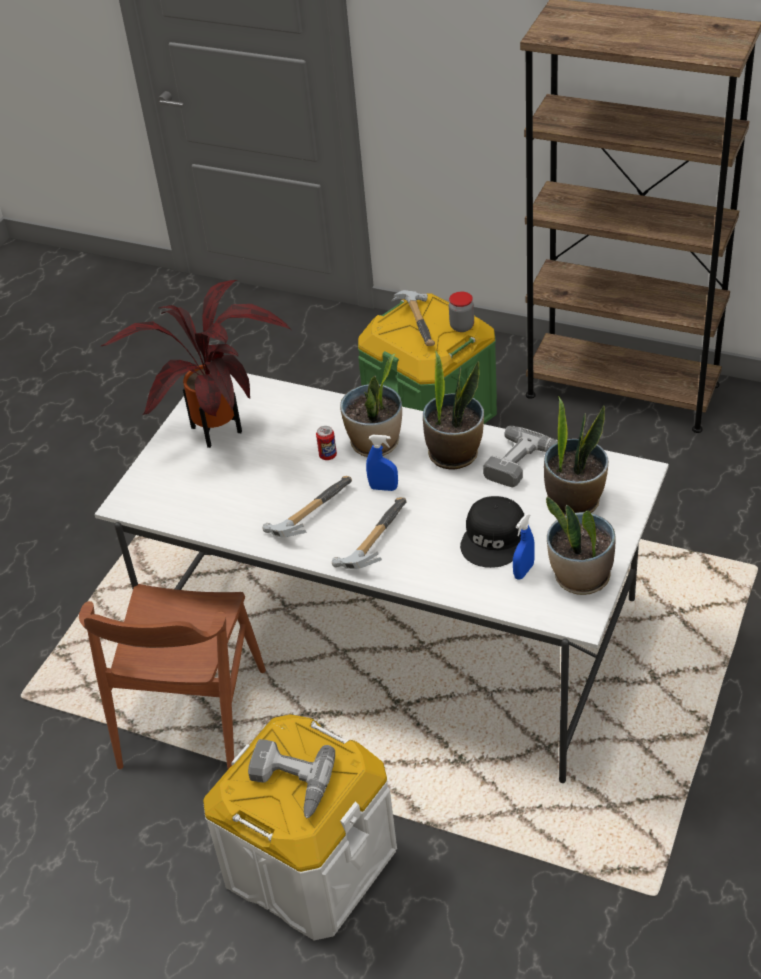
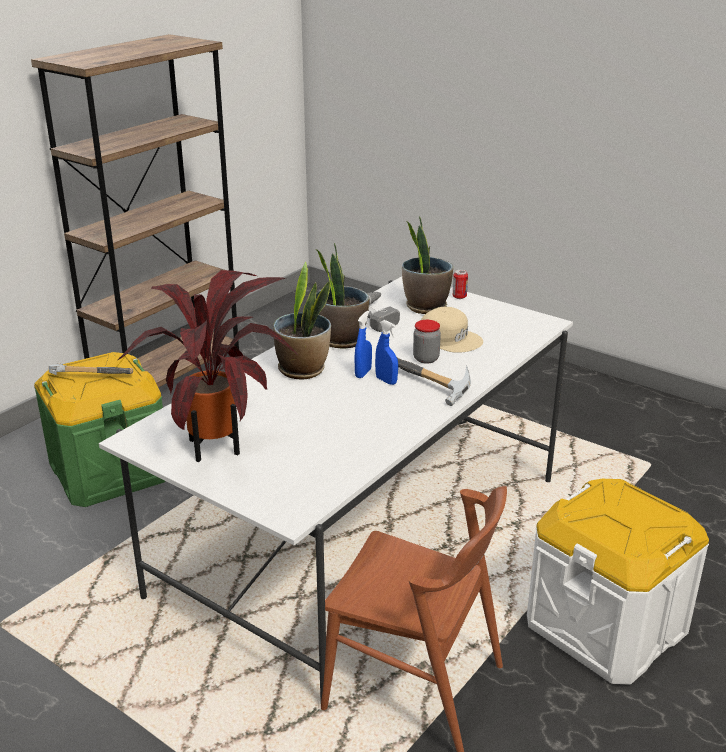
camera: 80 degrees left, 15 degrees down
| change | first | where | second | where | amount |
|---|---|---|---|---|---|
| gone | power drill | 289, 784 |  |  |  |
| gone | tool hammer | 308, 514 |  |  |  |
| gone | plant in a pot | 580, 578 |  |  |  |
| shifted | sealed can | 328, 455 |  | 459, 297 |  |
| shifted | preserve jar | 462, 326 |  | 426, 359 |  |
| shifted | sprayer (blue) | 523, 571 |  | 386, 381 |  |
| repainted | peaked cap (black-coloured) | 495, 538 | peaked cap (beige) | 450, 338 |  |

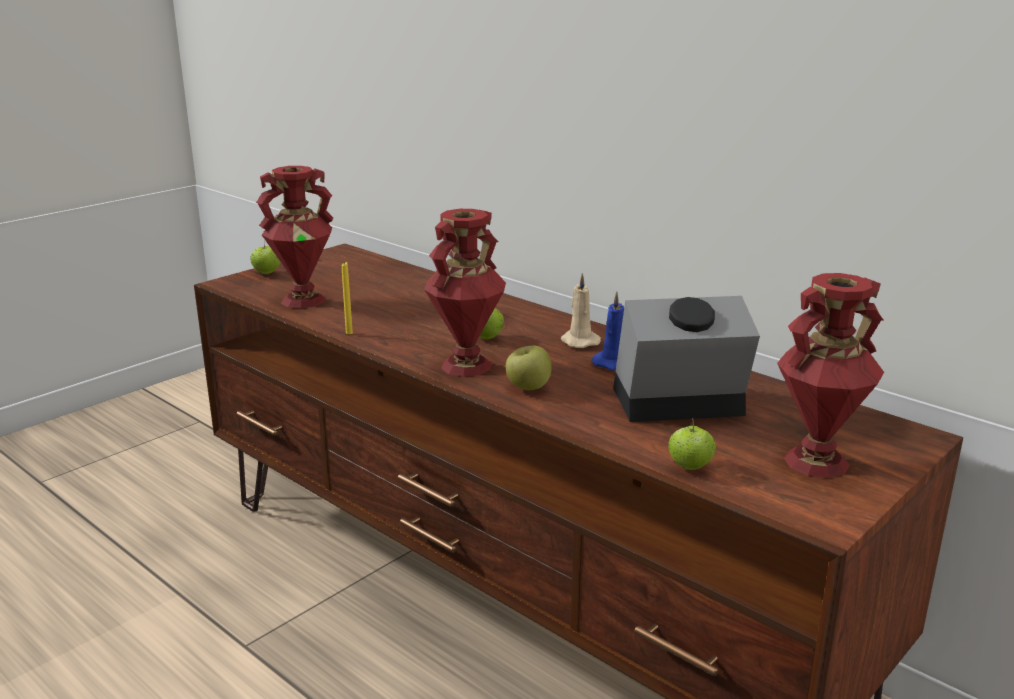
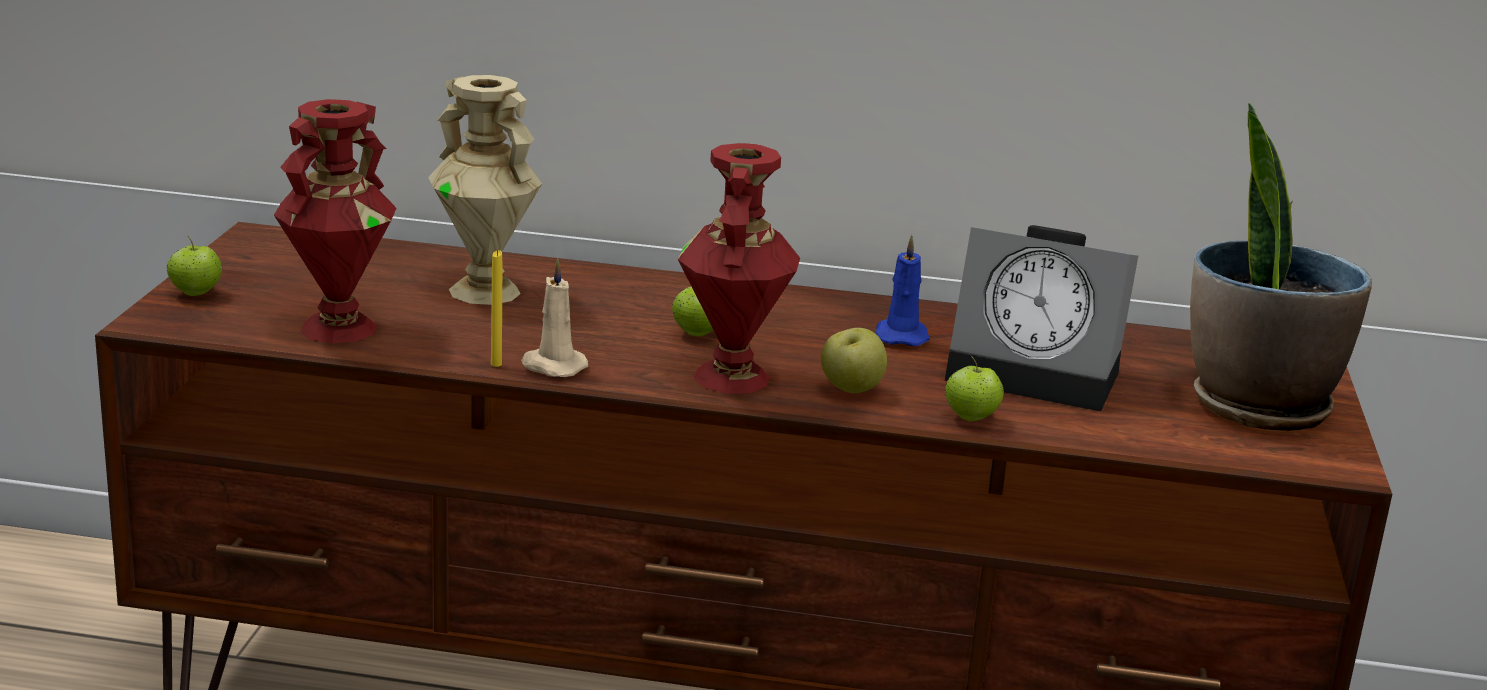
camera: 35 degrees left, 0 degrees up
| change | first | where | second | where | amount |
|---|---|---|---|---|---|
| new |  |  | vase (beige) | 486, 291 |  |
| shifted | wax light (beige) | 579, 341 |  | 552, 366 |  |
| shifted | whole apple | 690, 467 |  | 971, 418 |  |
| swapped | vase (reddish) | 817, 462 | plant in a pot | 1256, 405 |  |
| rotated | bedside clock | 675, 405 |  | 1040, 374 | 120 degrees counterclockwise |

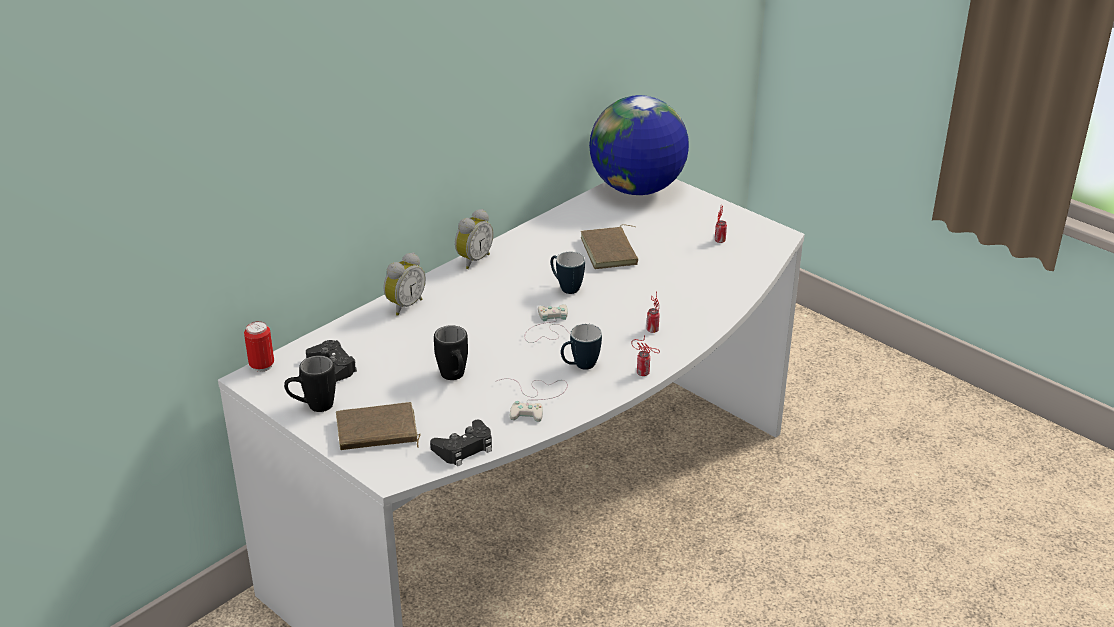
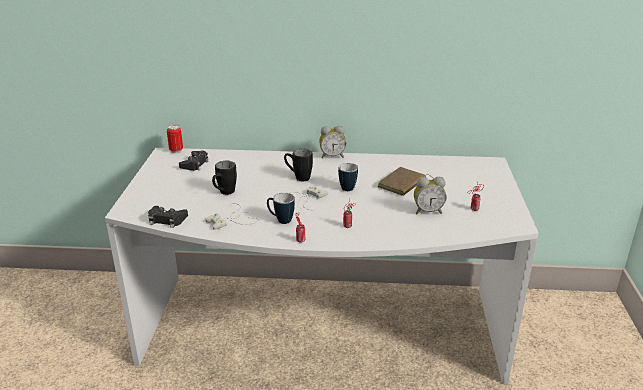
camera: 50 degrees right, 5 degrees down
| change | first | where | second | where | amount |
|---|---|---|---|---|---|
| gone | volume (brown-coloured) | 377, 433 |  |  |  |
| gone | globe | 637, 189 |  |  |  |
| shifted | mug (black-coloured) | 313, 407 |  | 298, 177 |  |
| shifted | bedside clock | 404, 305 |  | 427, 211 |  |

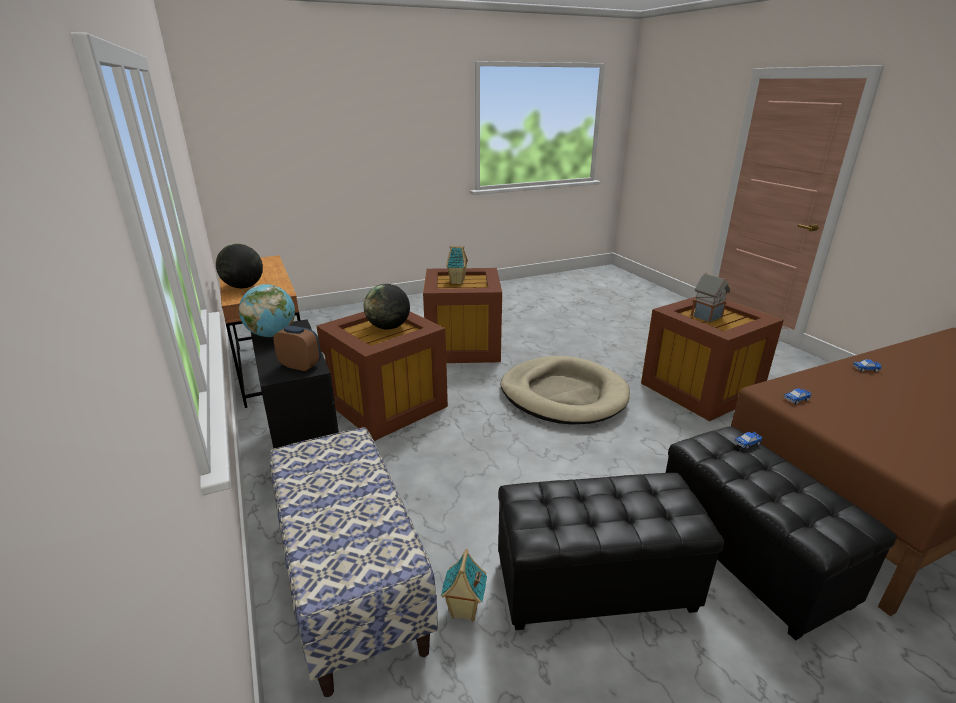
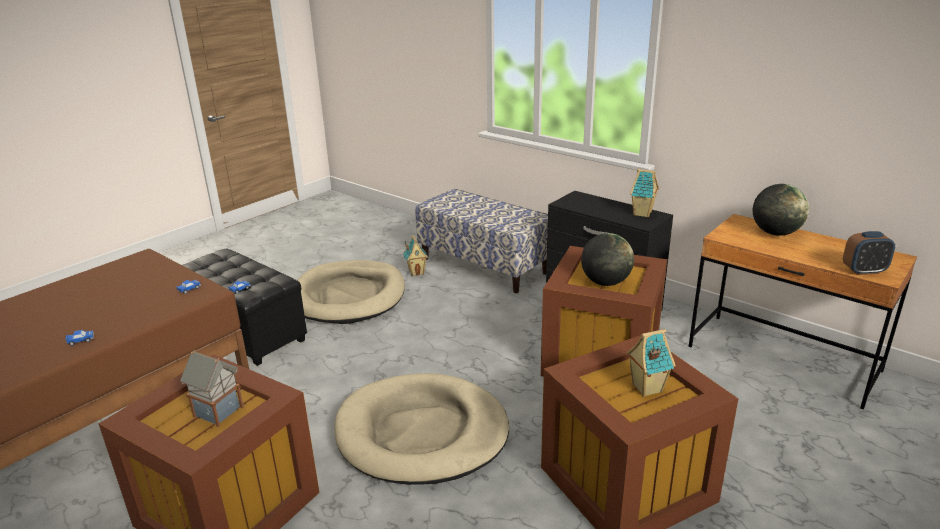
camera: 155 degrees right, 0 degrees up
| change | first | where | second | where | amount |
|---|---|---|---|---|---|
| shifted | bedside clock | 300, 366 |  | 864, 271 |  |
| swapped | globe | 272, 335 | toy house | 643, 214 |  |
| swapped | ottoman (black-coloured) | 594, 586 | pet bed (beige) | 349, 296 |  |

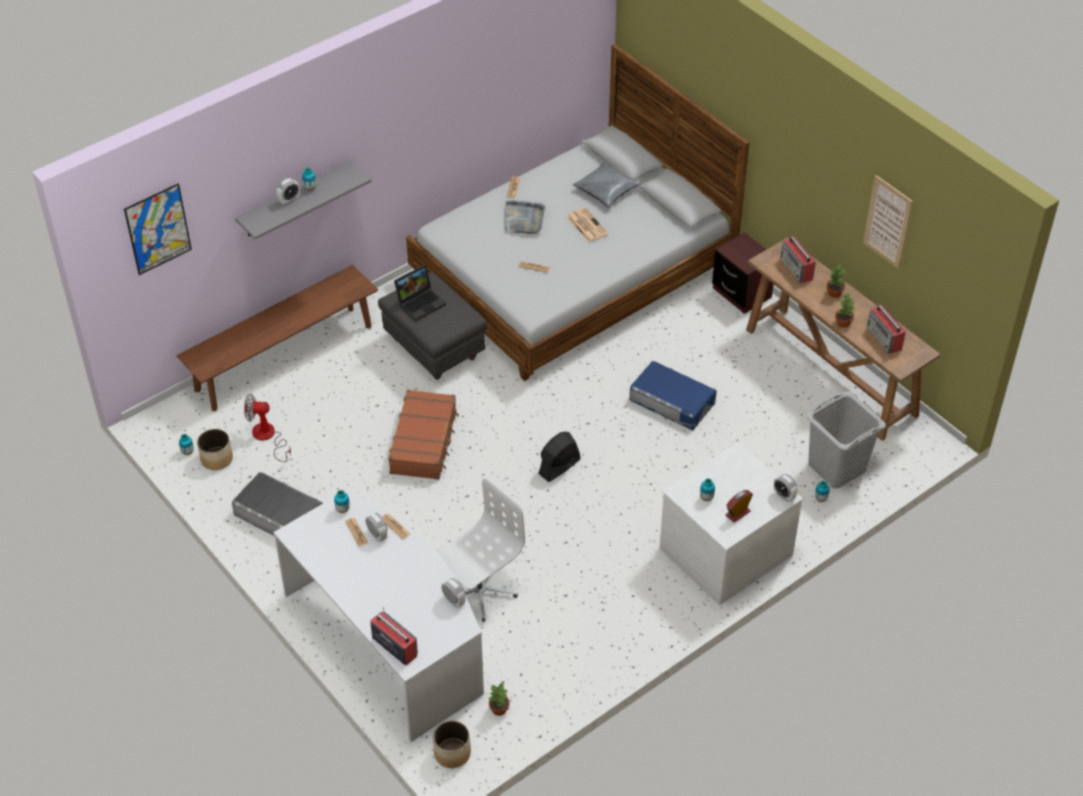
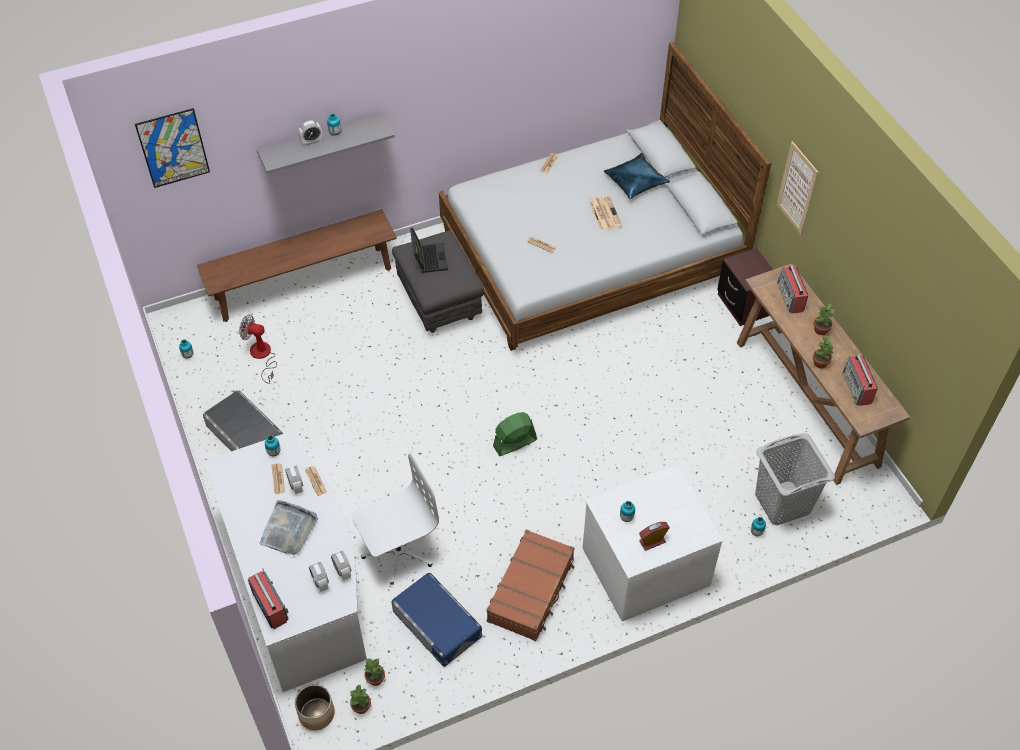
camera: 15 degrees right, 5 degrees up
| change | first | where | second | where | amount |
|---|---|---|---|---|---|
| gone | flower pot | 217, 458 |  |  |  |
| new |  |  | plant in a pot | 361, 707 |  |
| shifted | piece of luggage (brown-coloured) | 424, 442 |  | 531, 590 |  |
| shifted | tray (grey) | 524, 219 |  | 289, 530 |  |
| shifted | storage box (blue) | 672, 401 |  | 436, 623 |  |
| shifted | bedside clock | 784, 495 |  | 320, 582 |  |
| shifted | wall picture | 887, 222 |  | 797, 188 |  |
| repainted | fan (black-coloured) | 559, 467 | fan (greenish) | 514, 443 |  |
| repainted | cushion (grey) | 606, 189 | cushion (blue) | 635, 181 |  |
| rotated | portable computer | 421, 302 |  | 428, 258 | 75 degrees counterclockwise |

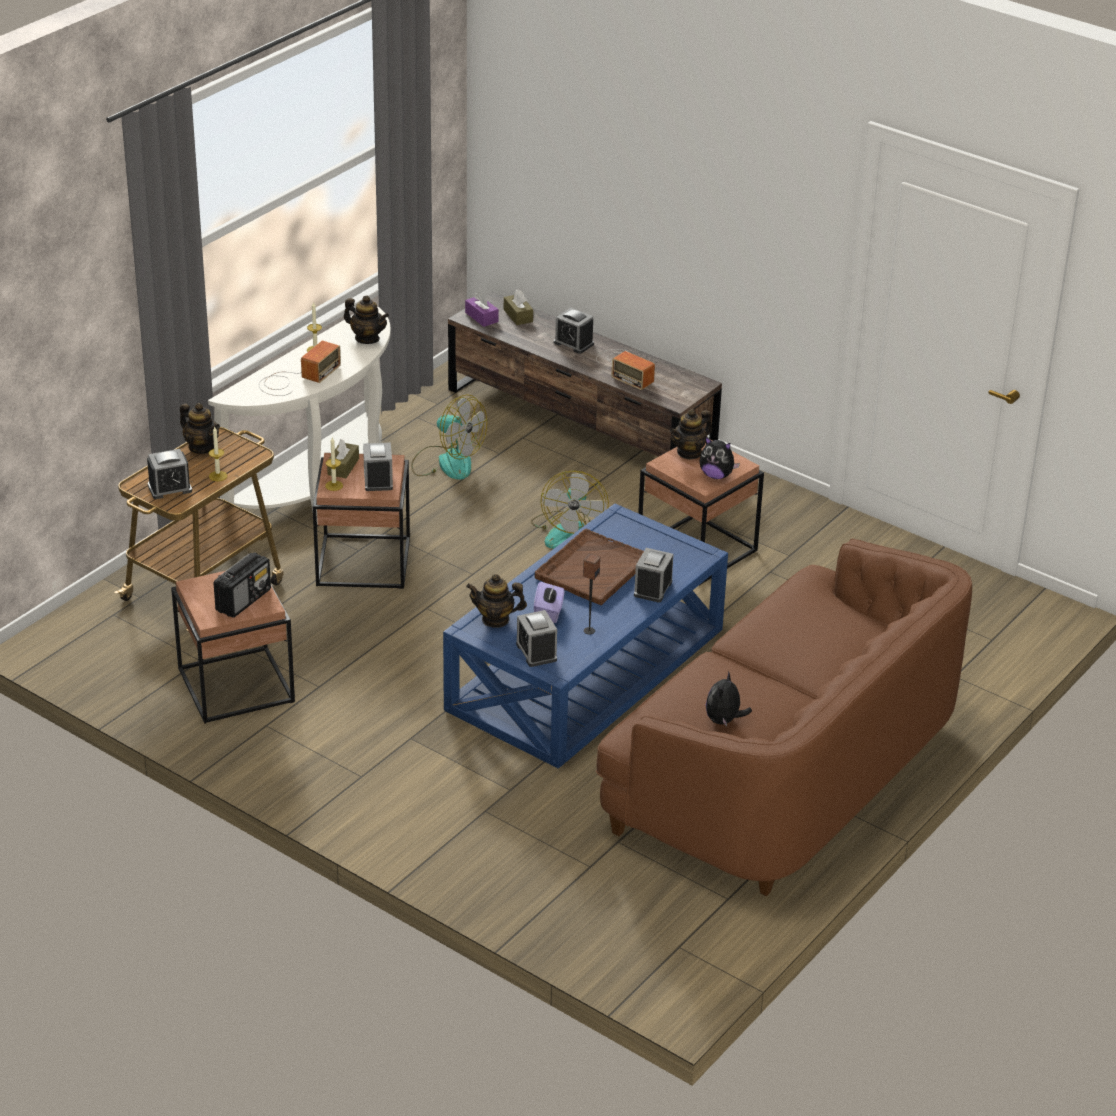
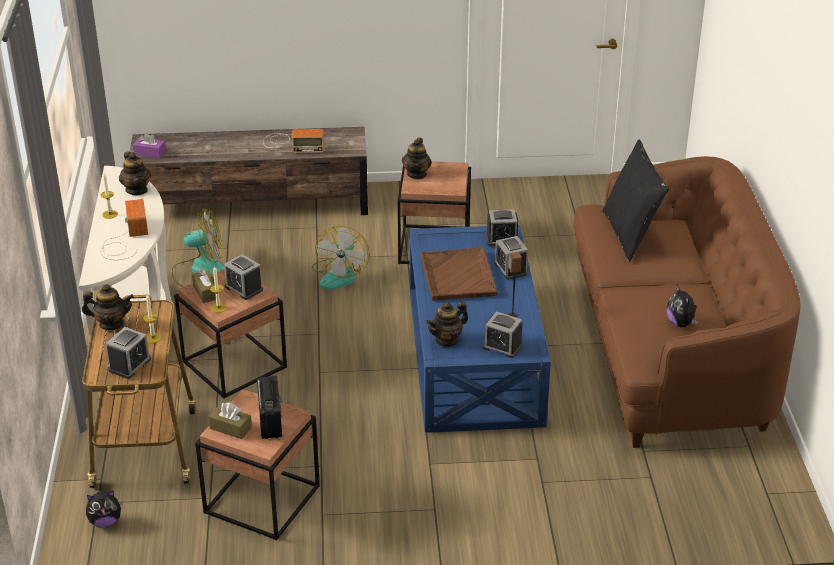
camera: 40 degrees left, 0 degrees up
| change | first | where | second | where | amount |
|---|---|---|---|---|---|
| gone | tissue box (purplish) | 549, 613 |  |  |  |
| new |  |  | cushion (black-coloured) | 630, 234 |  |
| shifted | tissue box (brown-coloured) | 518, 316 |  | 230, 428 |  |
| shifted | bedside clock | 573, 343 |  | 502, 239 |  |
| shifted | cuddly toy | 716, 475 |  | 105, 522 |  |
| rotated | tea pot | 367, 338 |  | 137, 190 | 75 degrees clockwise |
| rotated | fan | 567, 530 |  | 340, 274 | 45 degrees clockwise |

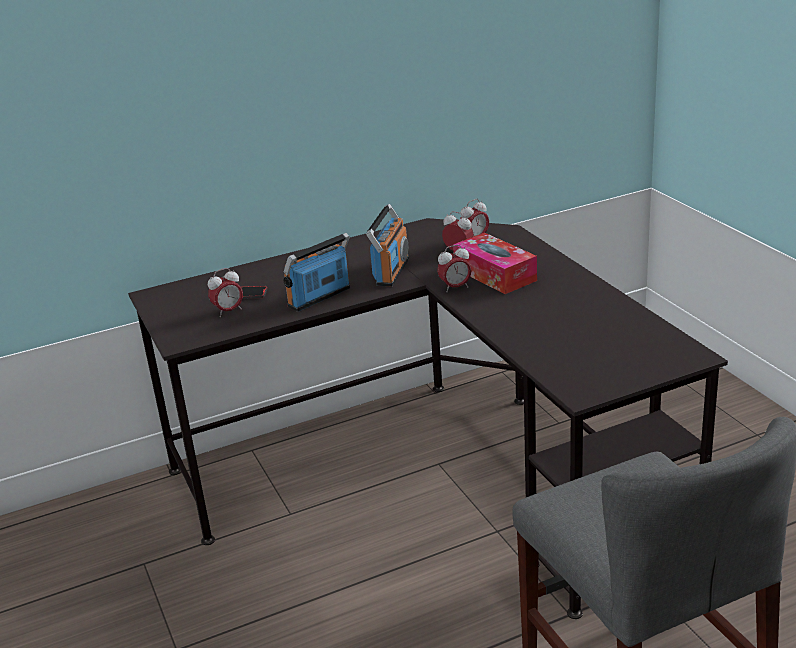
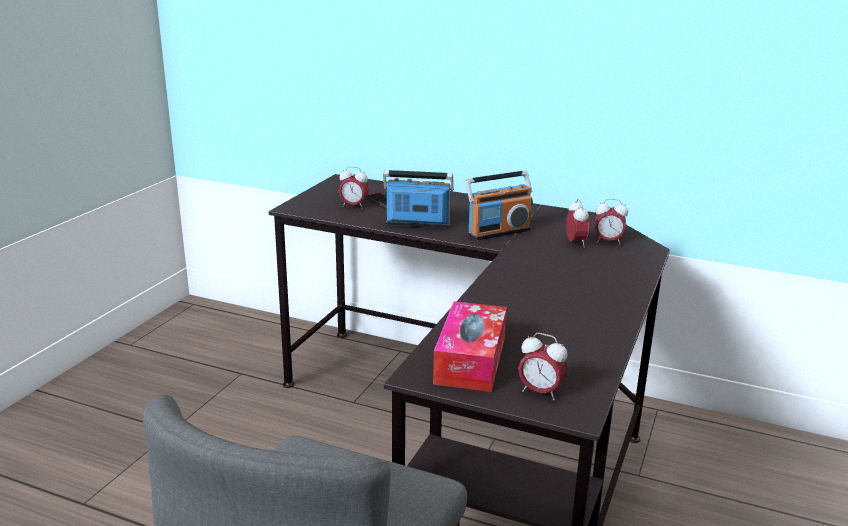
camera: 45 degrees right, 5 degrees down
| change | first | where | second | where | amount |
|---|---|---|---|---|---|
| shifted | bedside clock | 455, 287 |  | 540, 392 |  |
| shifted | tissue box | 495, 274 |  | 470, 360 |  |

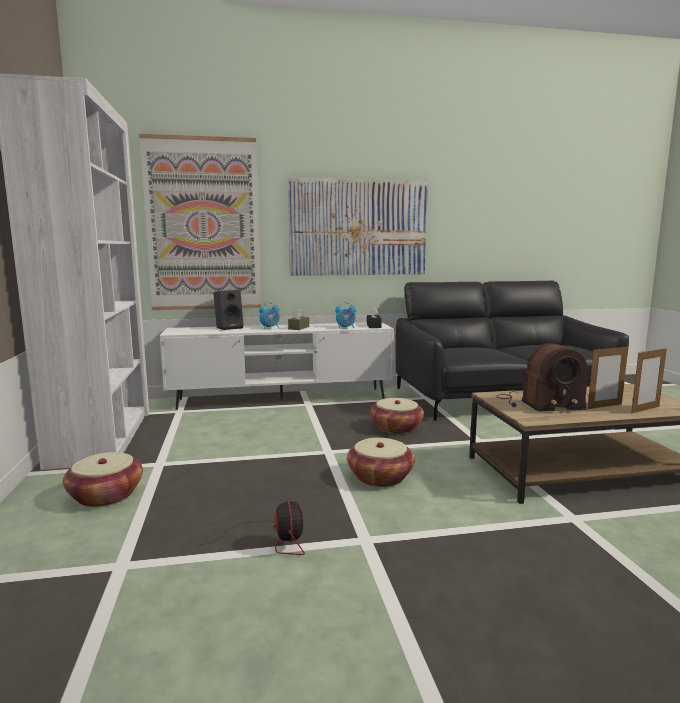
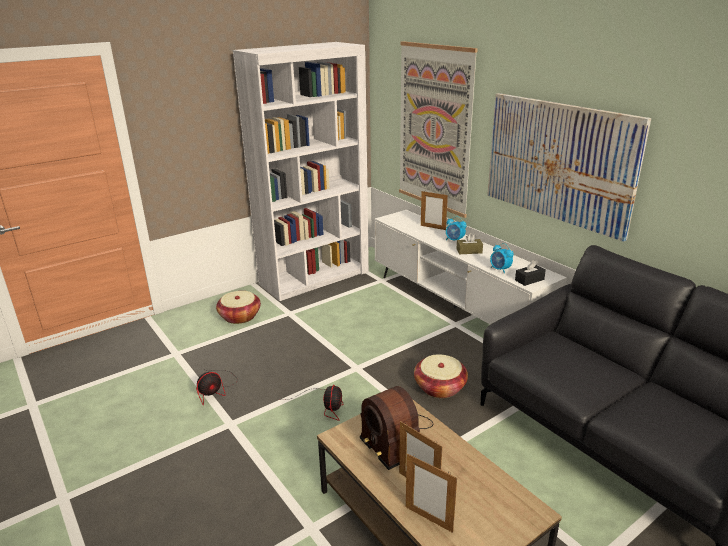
camera: 65 degrees right, 15 degrees up
| change | first | where | second | where | amount |
|---|---|---|---|---|---|
| swapped | audio speaker (black-coloured) | 229, 327 | photo frame | 433, 227 |  |
| swapped | household basket | 380, 477 | fan | 325, 406 |  |

